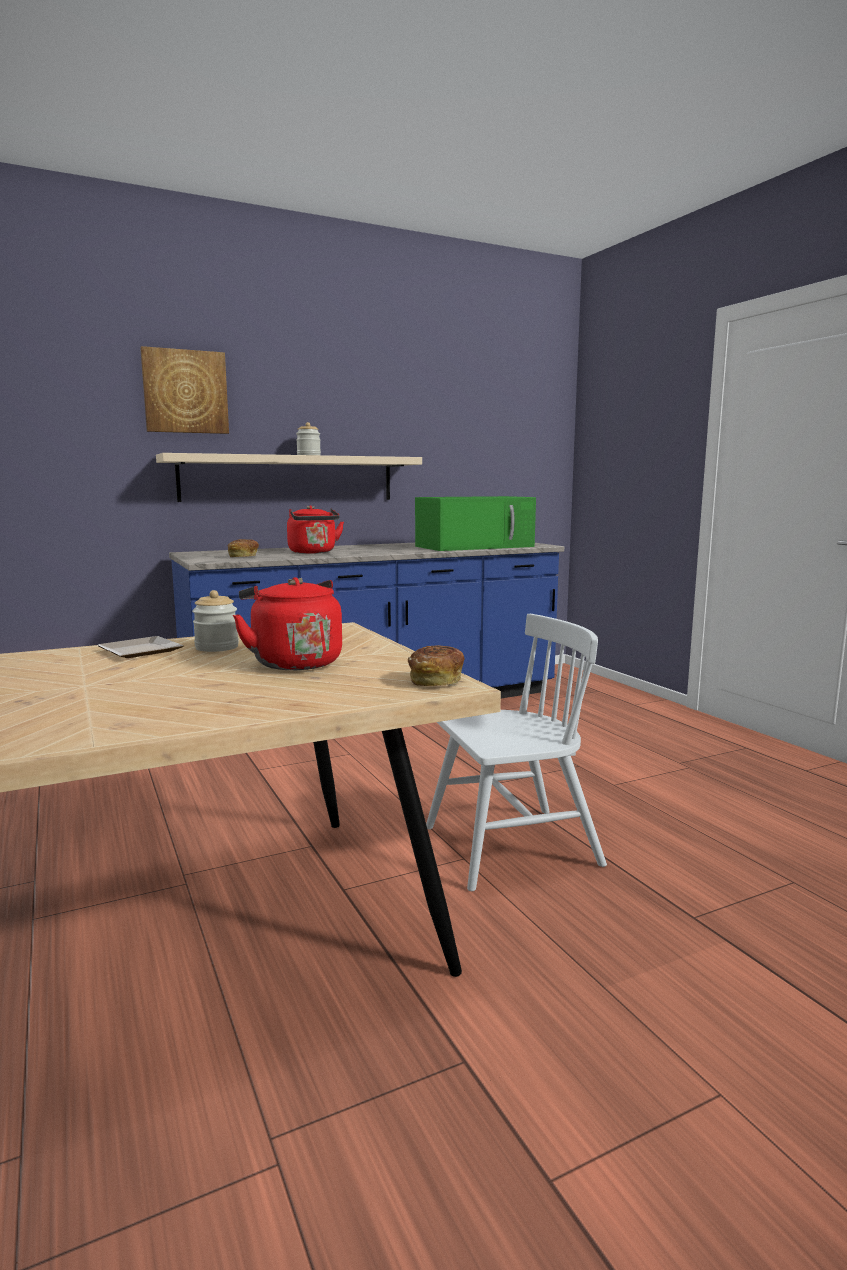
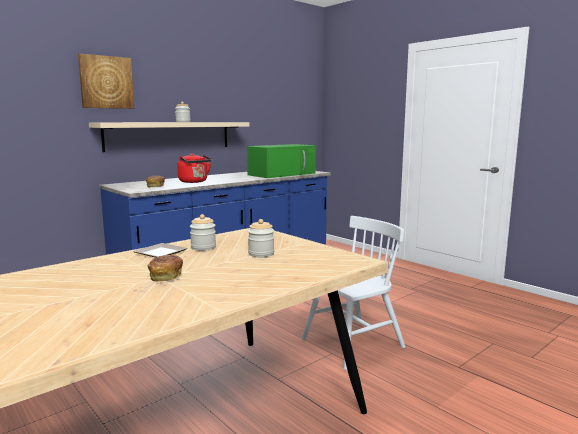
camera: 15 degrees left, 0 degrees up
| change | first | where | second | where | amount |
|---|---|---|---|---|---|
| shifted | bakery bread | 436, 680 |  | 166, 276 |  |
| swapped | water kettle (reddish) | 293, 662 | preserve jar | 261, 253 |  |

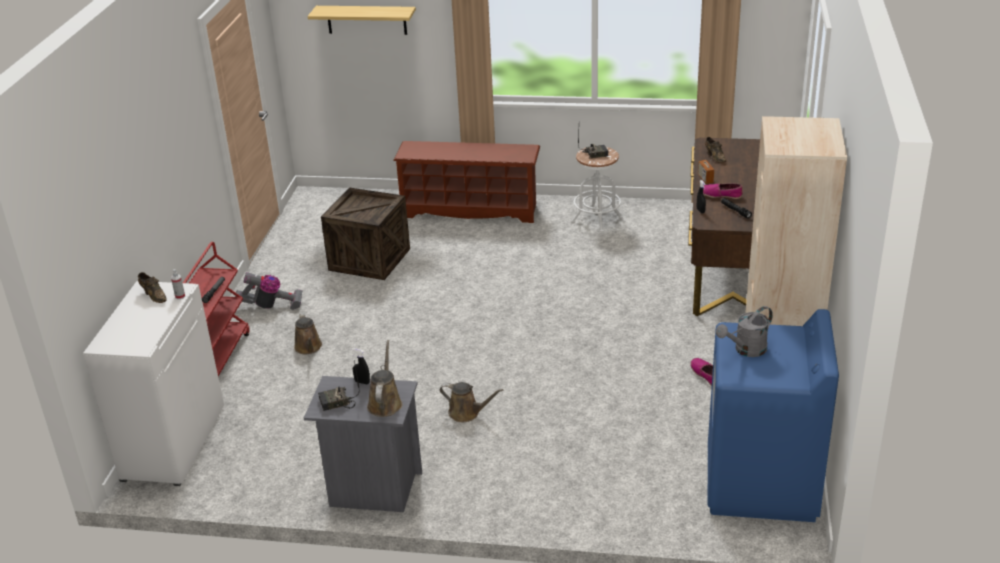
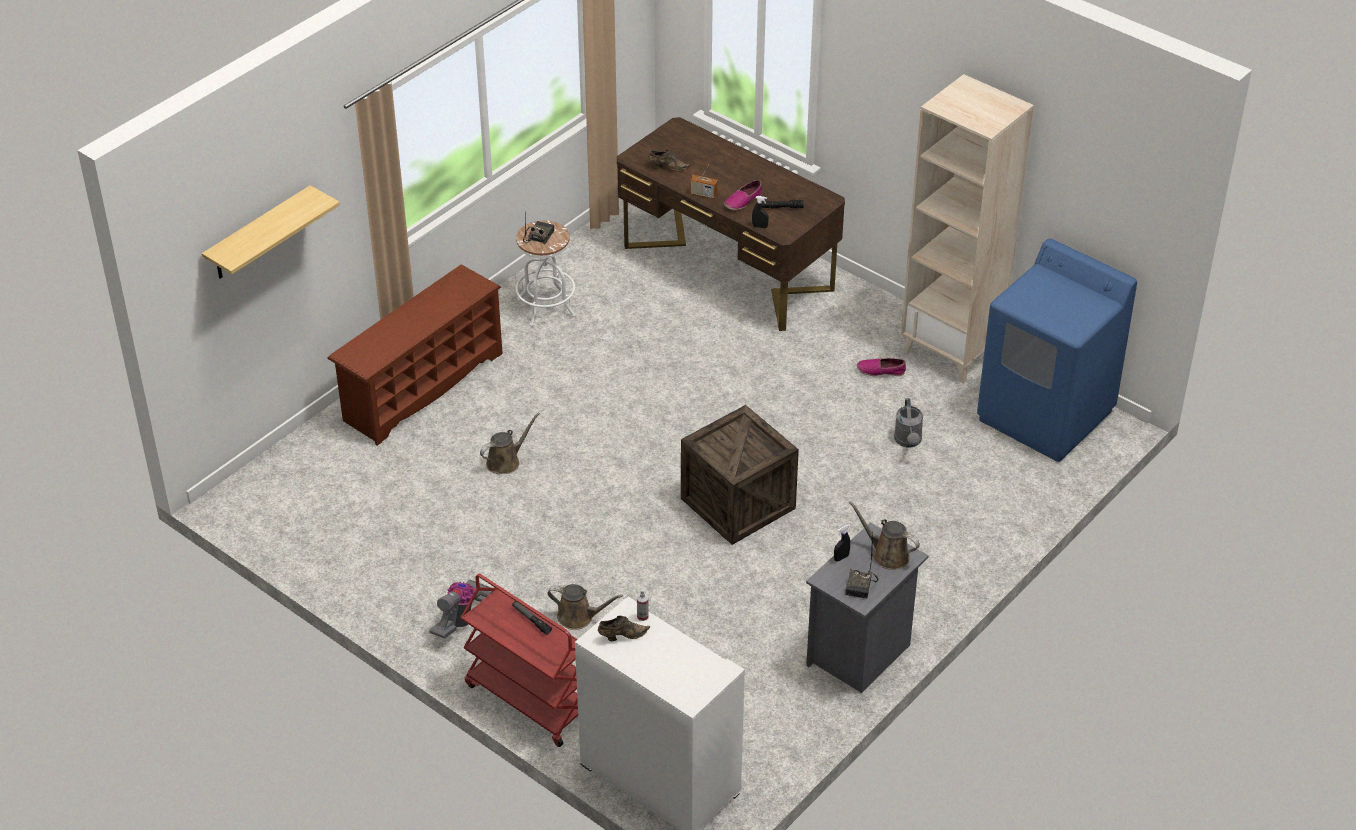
camera: 60 degrees left, 10 degrees up
| change | first | where | second | where | amount |
|---|---|---|---|---|---|
| shifted | packing crate | 369, 259 |  | 738, 503 |  |
| shifted | watering can (brown-coloured) | 467, 413 |  | 506, 461 |  |
| shifted | watering can (grey) | 746, 350 |  | 908, 441 |  |

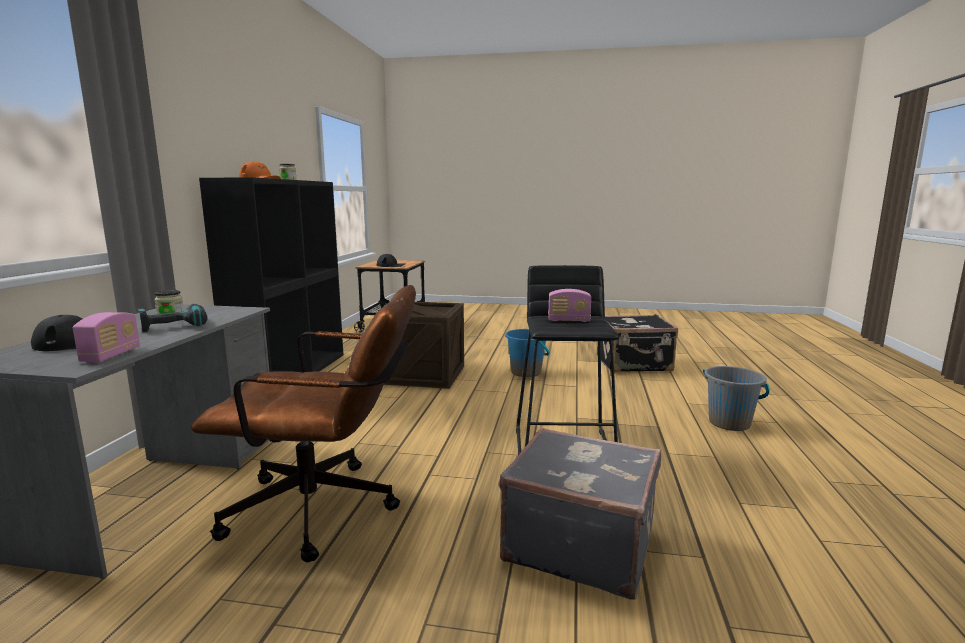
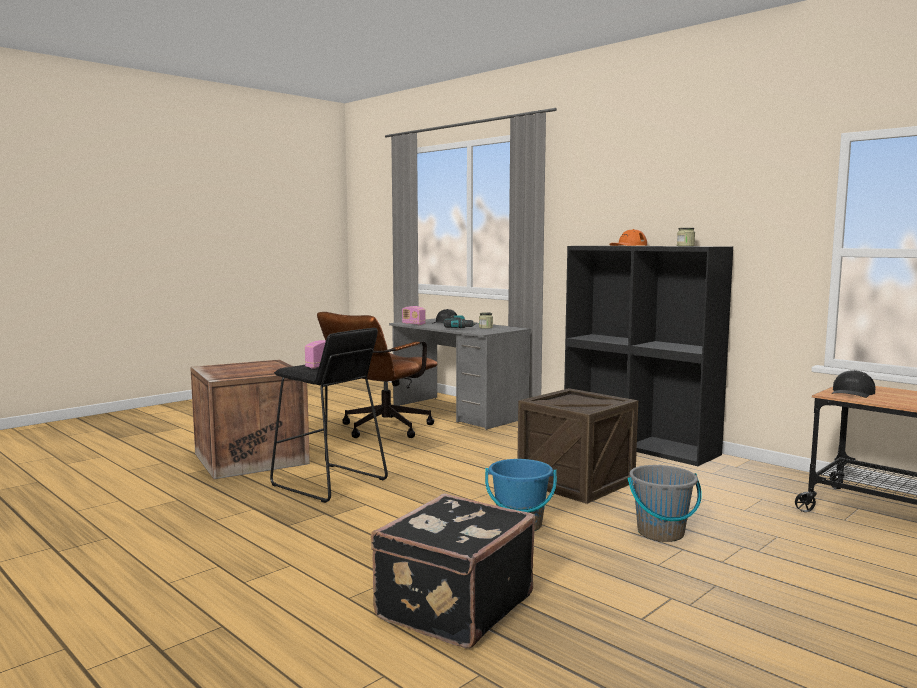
camera: 125 degrees right, 5 degrees down
| change | first | where | second | where | amount |
|---|---|---|---|---|---|
| shifted | water bucket (grey) | 729, 423 |  | 661, 533 |  |
| swapped | piece of luggage (grey) | 579, 544 | packing crate | 252, 458 |  |

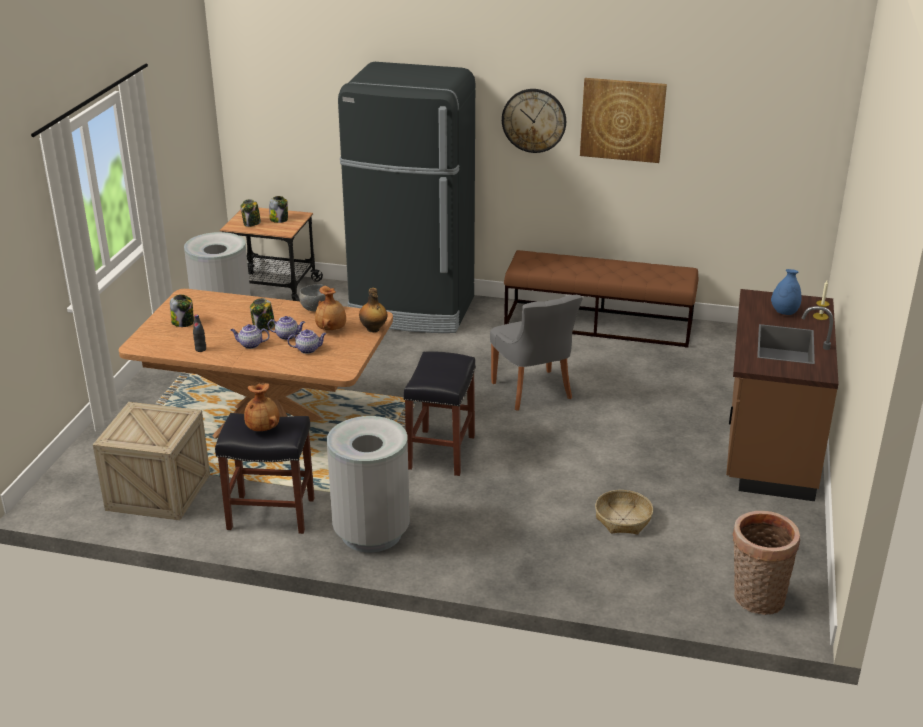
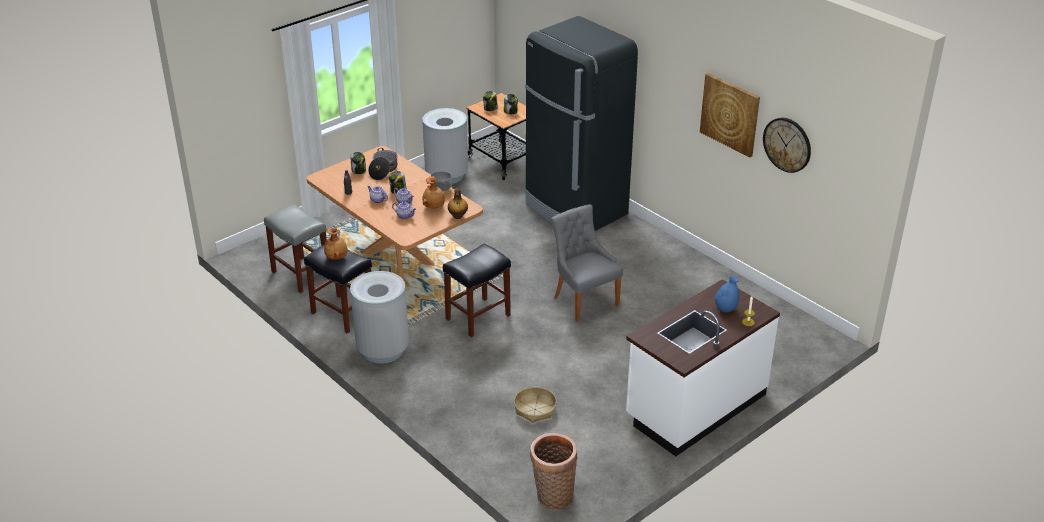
camera: 35 degrees right, 5 degrees up
| change | first | where | second | where | amount |
|---|---|---|---|---|---|
| gone | indoor bench (brown-coloured) | 599, 324 |  |  |  |
| new |  |  | saucepot | 383, 170 |  |
| shifted | hanging clock | 534, 120 |  | 787, 144 |  |
| swapped | packing crate | 158, 492 | stool (grey) | 300, 274 |  |
| repainted | counter (brown-coloured) | 768, 446 | counter (whitish) | 695, 406 |  |
| rotated | upright chair (grey) | 533, 392 |  | 584, 300 | 135 degrees clockwise |

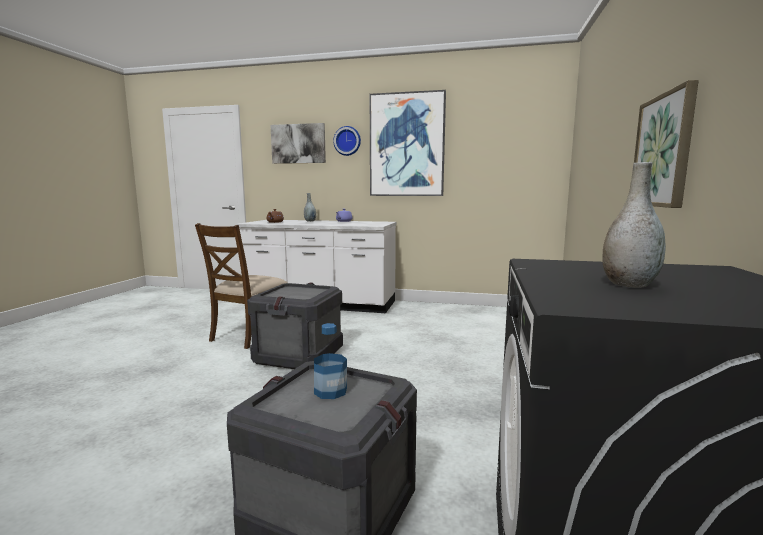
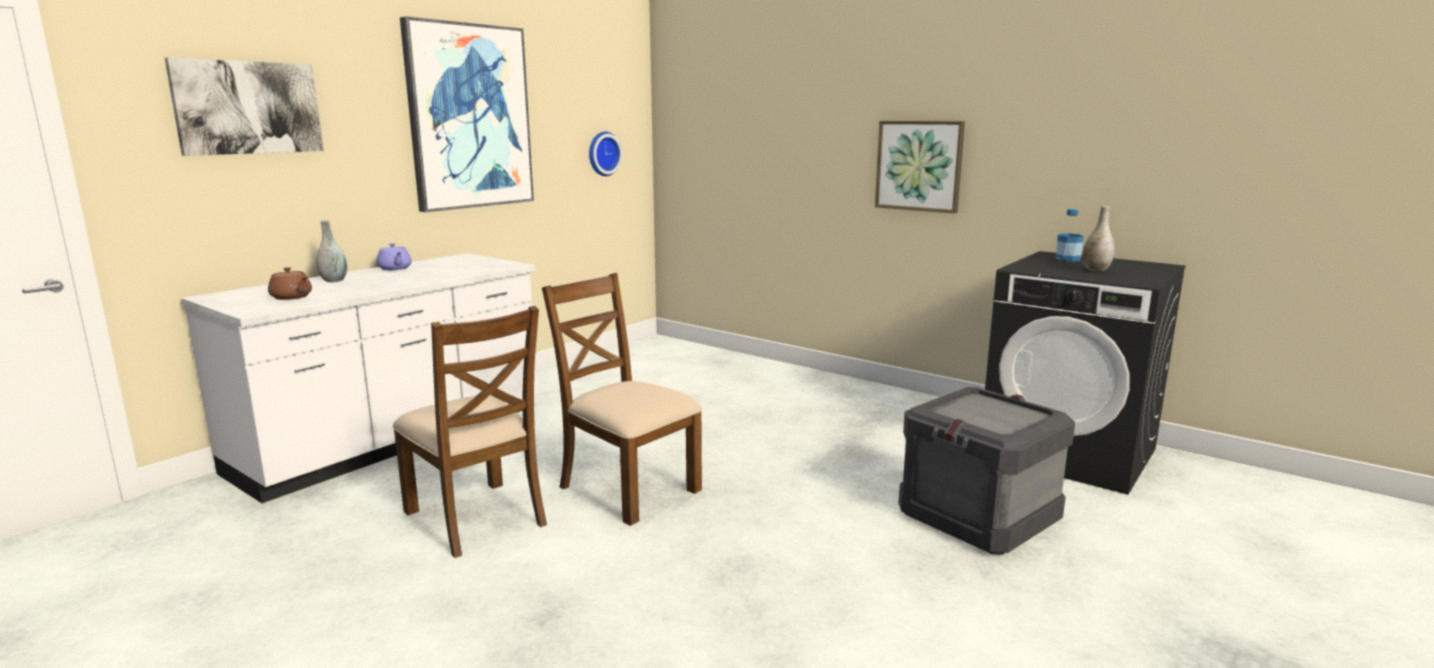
camera: 65 degrees left, 5 degrees up
| change | first | where | second | where | amount |
|---|---|---|---|---|---|
| shifted | beverage bottle | 330, 391 |  | 1067, 259 |  |
| shifted | hanging clock | 347, 141 |  | 602, 153 |  |
| swapped | packing crate | 299, 355 | upright chair (brown-coloured) | 627, 488 |  |

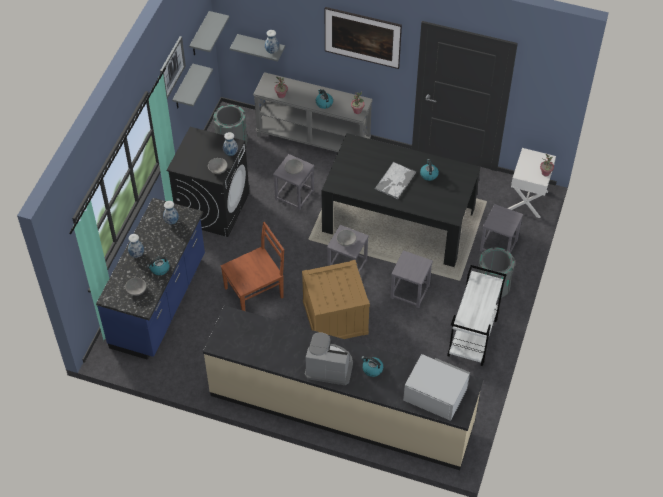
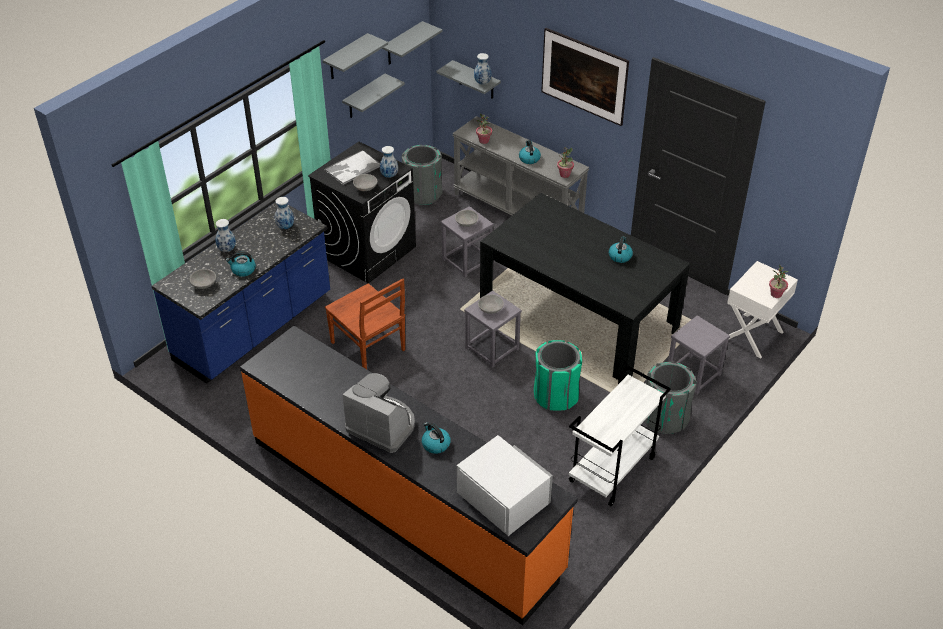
camera: 20 degrees right, 10 degrees down
| change | first | where | second | where | amount |
|---|---|---|---|---|---|
| gone | packing crate | 335, 318 |  |  |  |
| shifted | tray | 395, 181 |  | 352, 168 |  |
| swapped | wall picture | 172, 67 | bracket shelf (grey) | 346, 57 |  |
| swapped | stool (grey) | 409, 292 | waste bin (greenish) | 555, 396 |  |
| repainted | counter (beige) | 341, 409 | counter (orange-coloured) | 404, 504 |  |
| rotated | upright chair (brown-coloured) | 255, 292 |  | 369, 347 | 60 degrees clockwise |

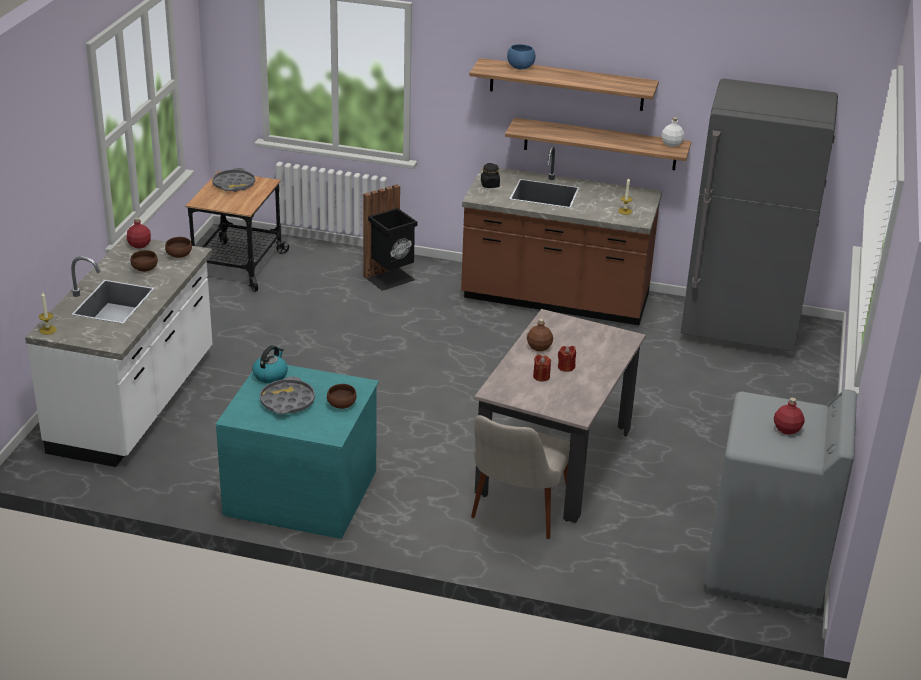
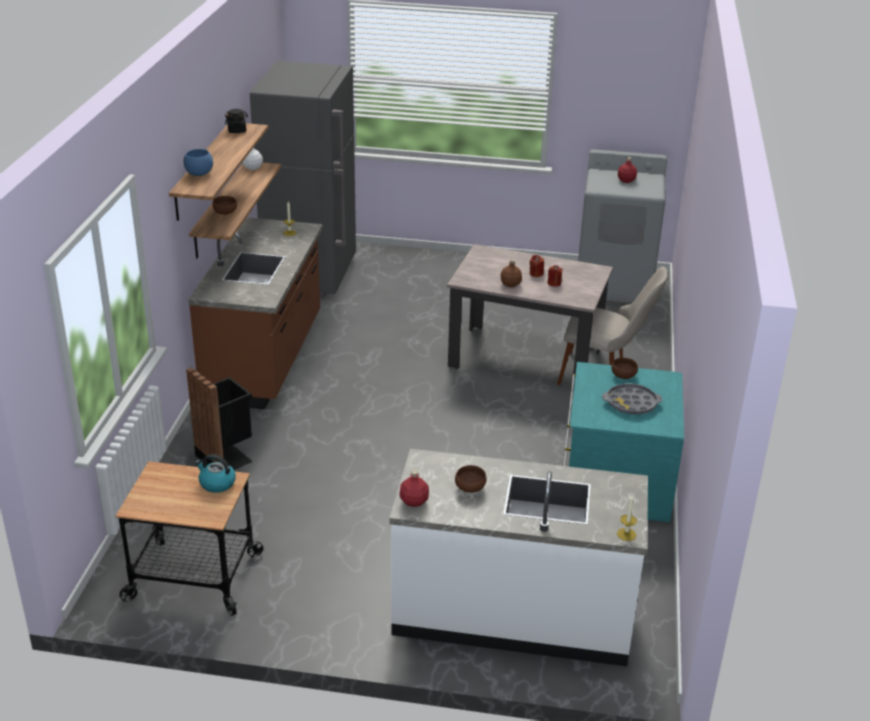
camera: 95 degrees left, 0 degrees up
| change | first | where | second | where | amount |
|---|---|---|---|---|---|
| gone | tray (grey) | 234, 184 |  |  |  |
| shifted | bowl (brown-coloured) | 179, 256 |  | 226, 212 |  |
| shifted | water kettle | 270, 375 |  | 216, 483 |  |
| shifted | preserve jar (black-coloured) | 490, 185 |  | 237, 130 |  |

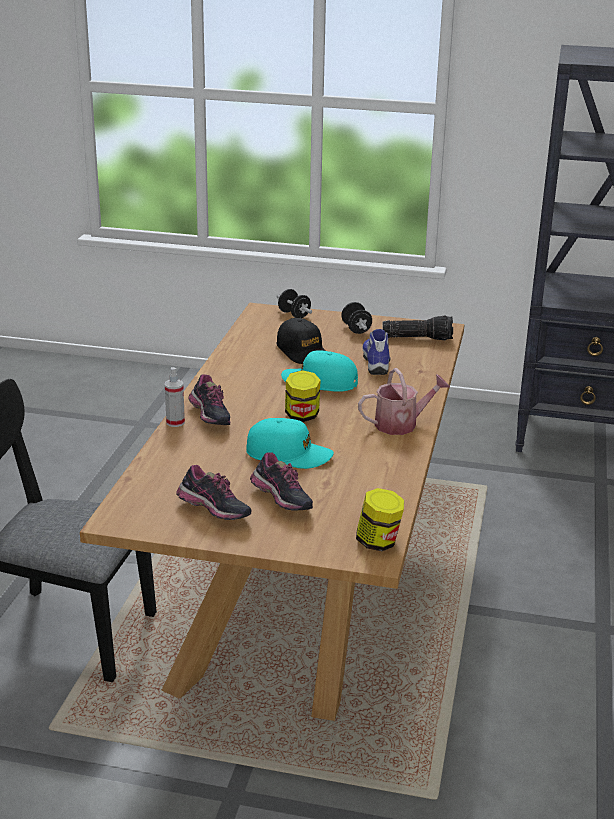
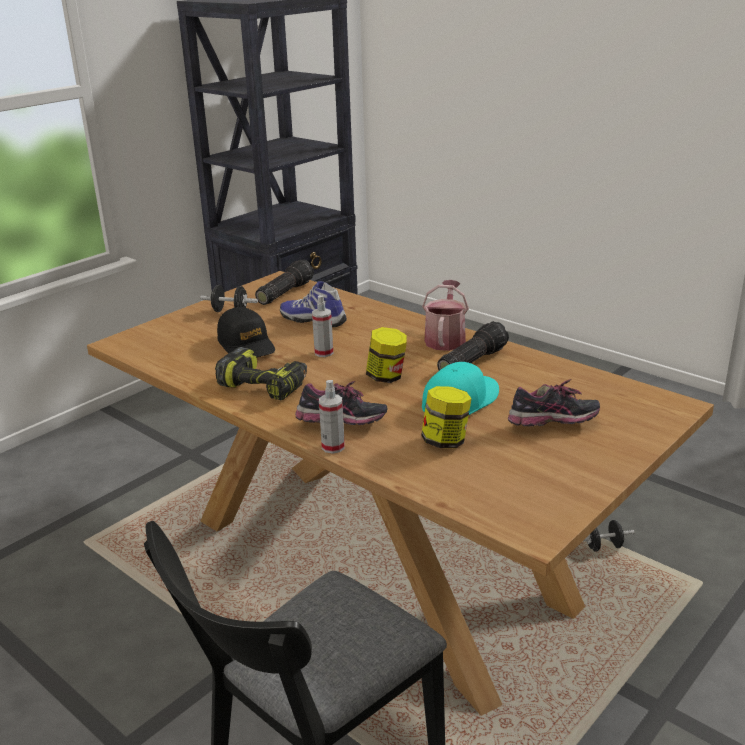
camera: 60 degrees left, 0 degrees up
| change | first | where | second | where | amount |
|---|---|---|---|---|---|
| gone | item of footwear | 214, 513 |  |  |  |
| new |  |  | power drill | 265, 385 |  |
| new |  |  | flashlight | 471, 361 |  |
| shifted | free weight (black-coloured) | 294, 315 |  | 603, 546 |  |
| shifted | preserve jar | 378, 542 |  | 445, 441 |  |
| swapped | peaked cap (blue-green) | 320, 382 | sprayer | 324, 353 |  |
| rotated | peaked cap (black-coloured) | 303, 351 |  | 246, 345 | 60 degrees clockwise |

